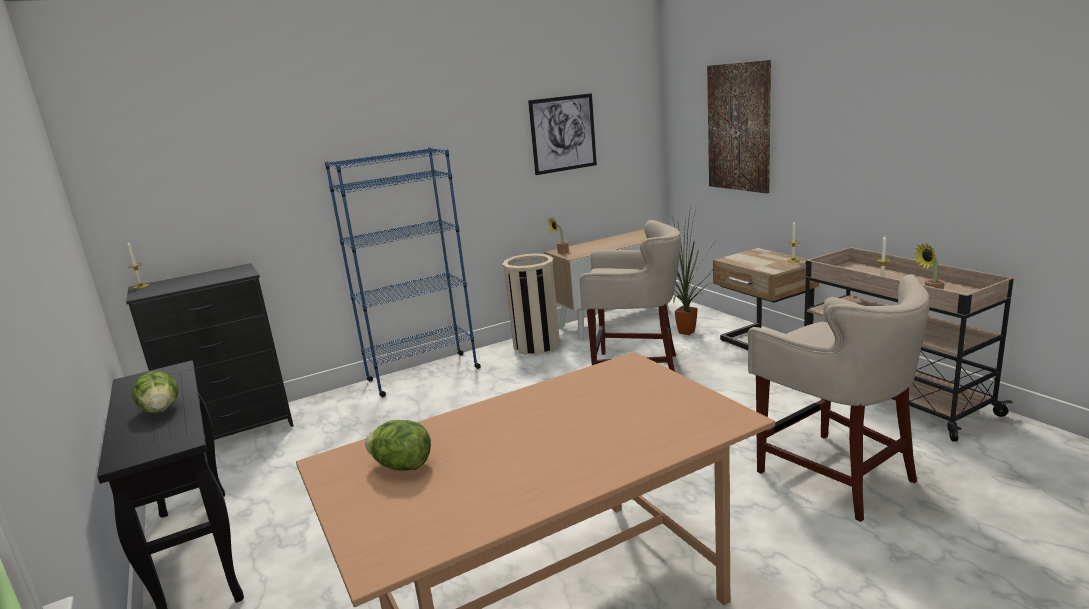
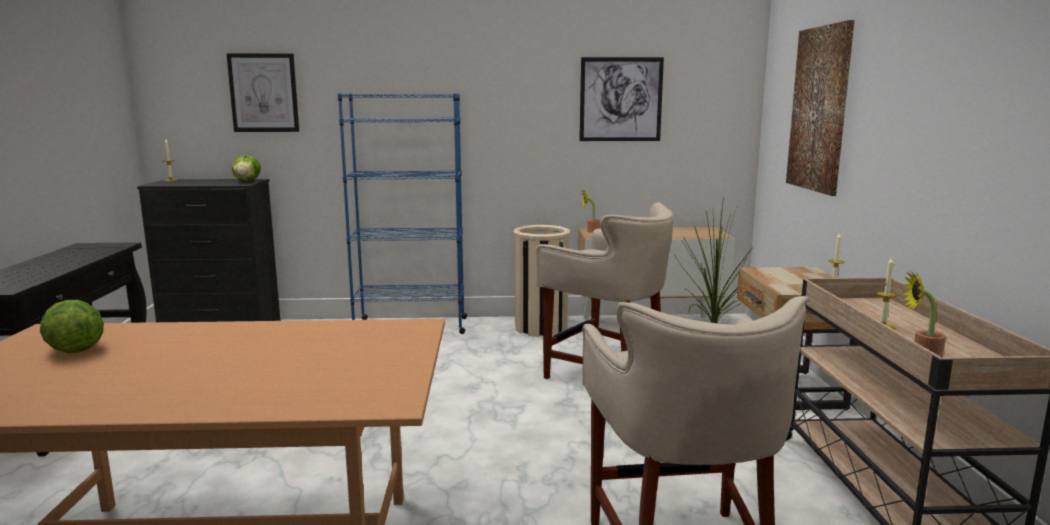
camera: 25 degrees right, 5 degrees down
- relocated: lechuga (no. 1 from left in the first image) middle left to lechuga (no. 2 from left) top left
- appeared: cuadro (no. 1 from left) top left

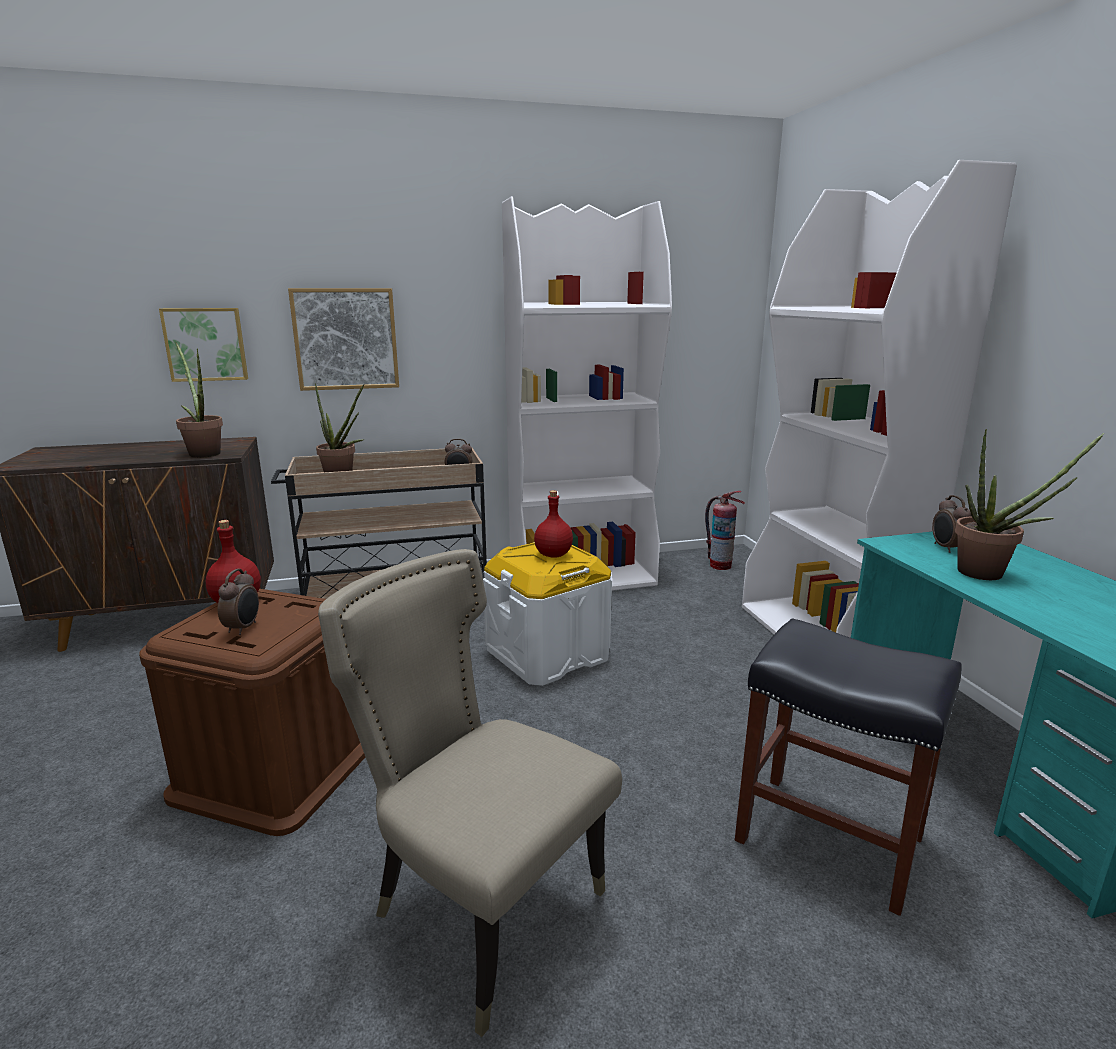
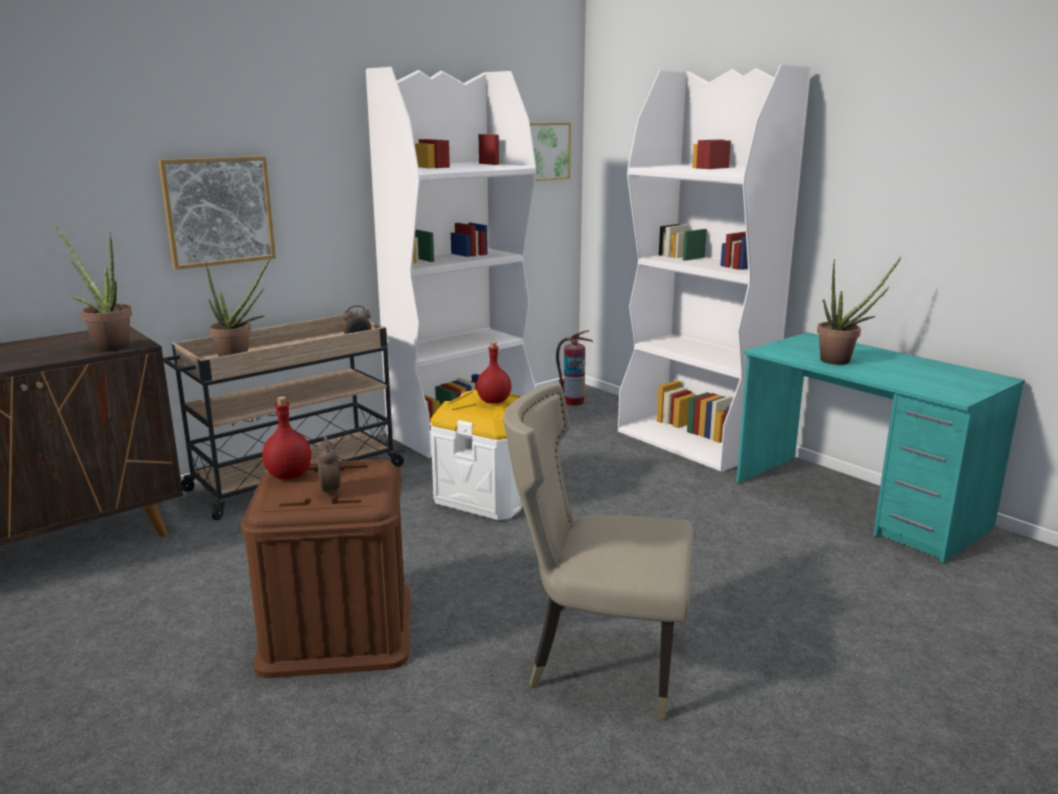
camera: 25 degrees left, 0 degrees up
- relocated: cuadro (no. 1 from left in the first image) top left to cuadro (no. 2 from left) top centre
- missing: taburete/negro bottom right
- missing: despertador (no. 3 from left) middle right

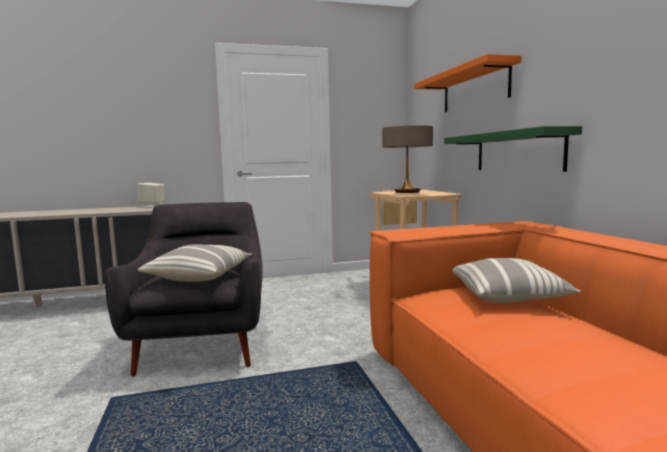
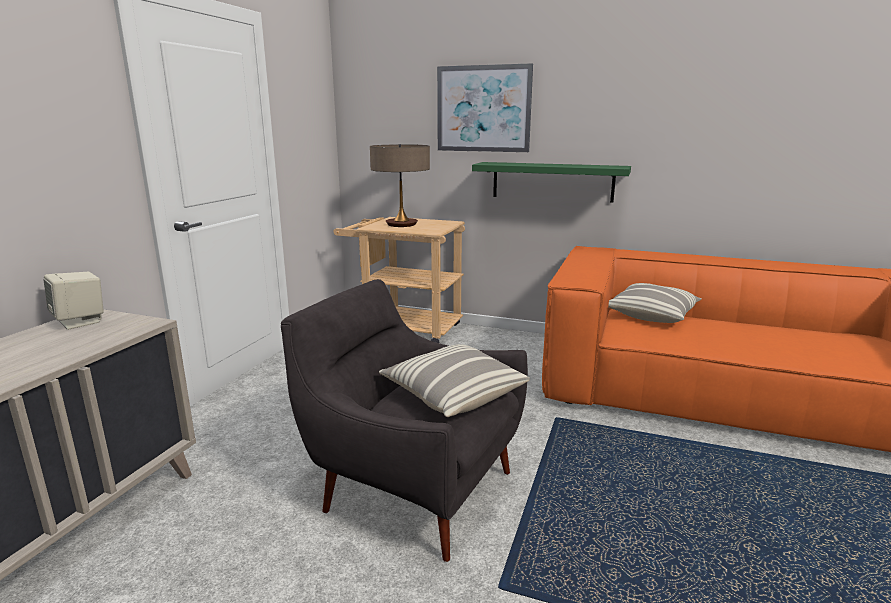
camera: 55 degrees left, 10 degrees up
- exchanged: estante/naranja top right to cuadro top centre

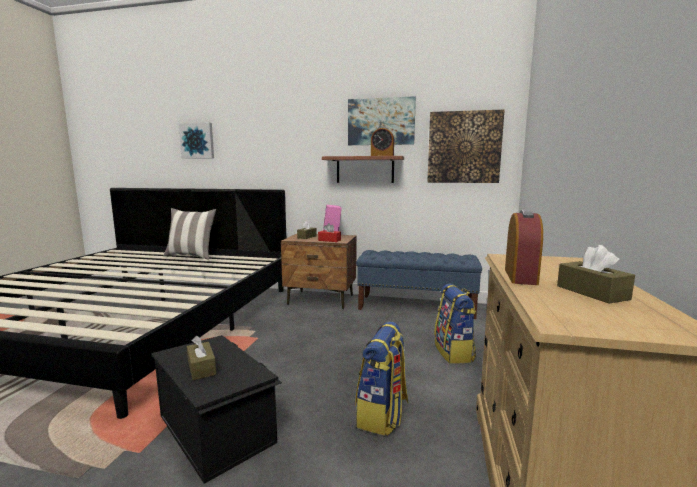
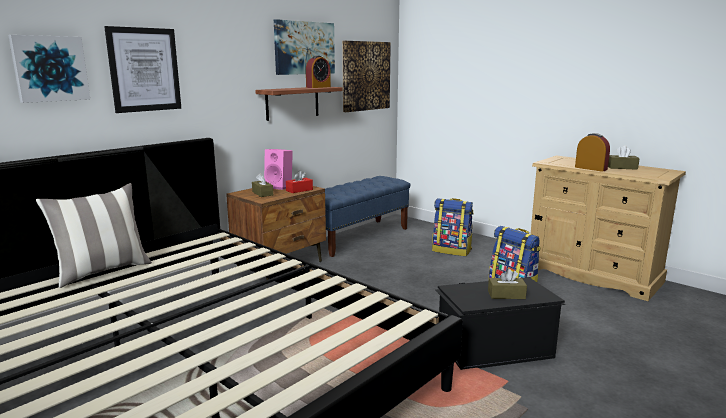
camera: 60 degrees left, 5 degrees up
- appeared: cuadro (no. 2 from left) top left

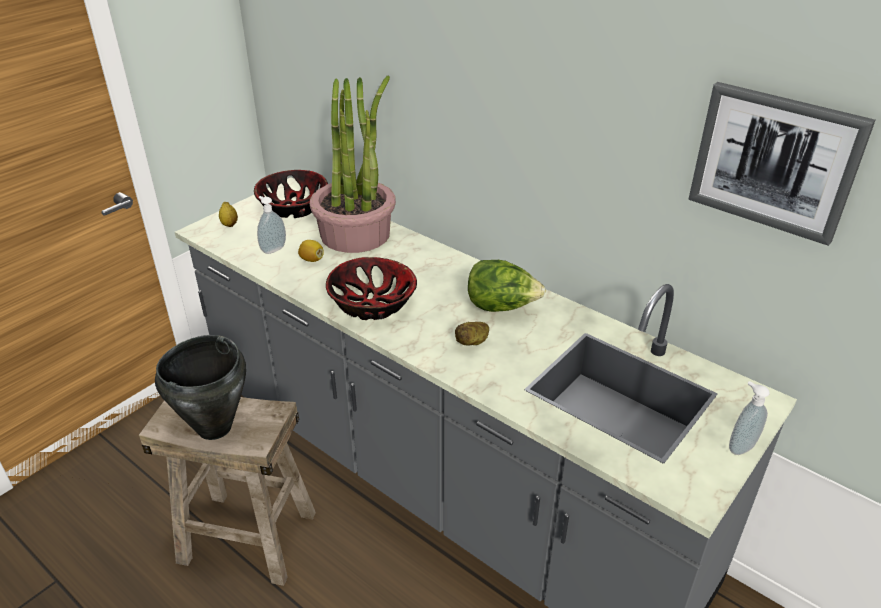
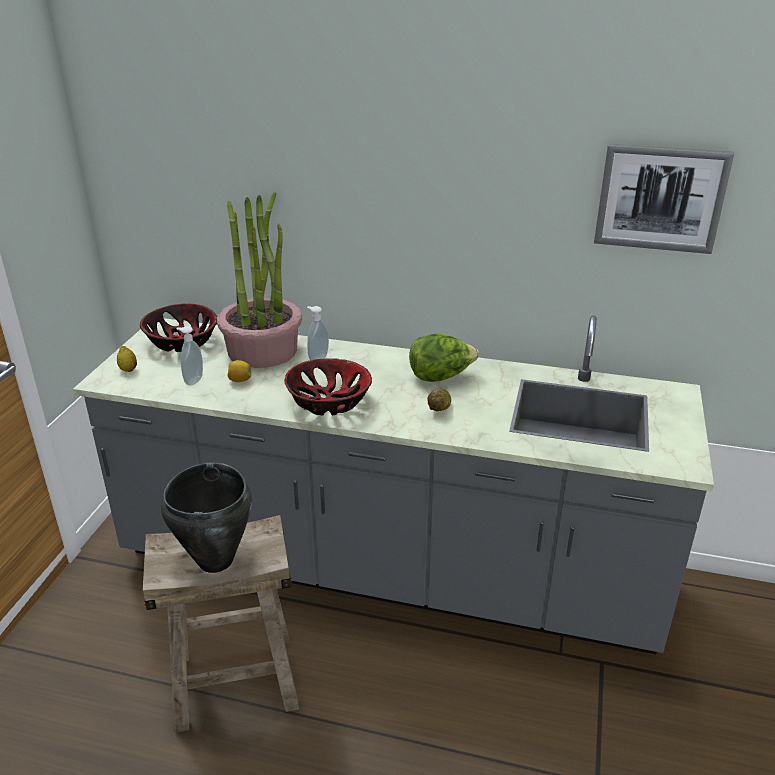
camera: 25 degrees left, 5 degrees down
- relocated: dispensador de jabón (no. 2 from left) bottom right to centre

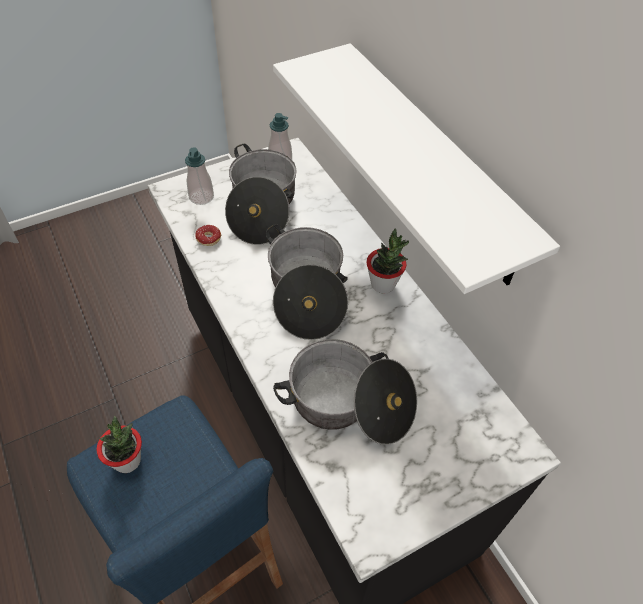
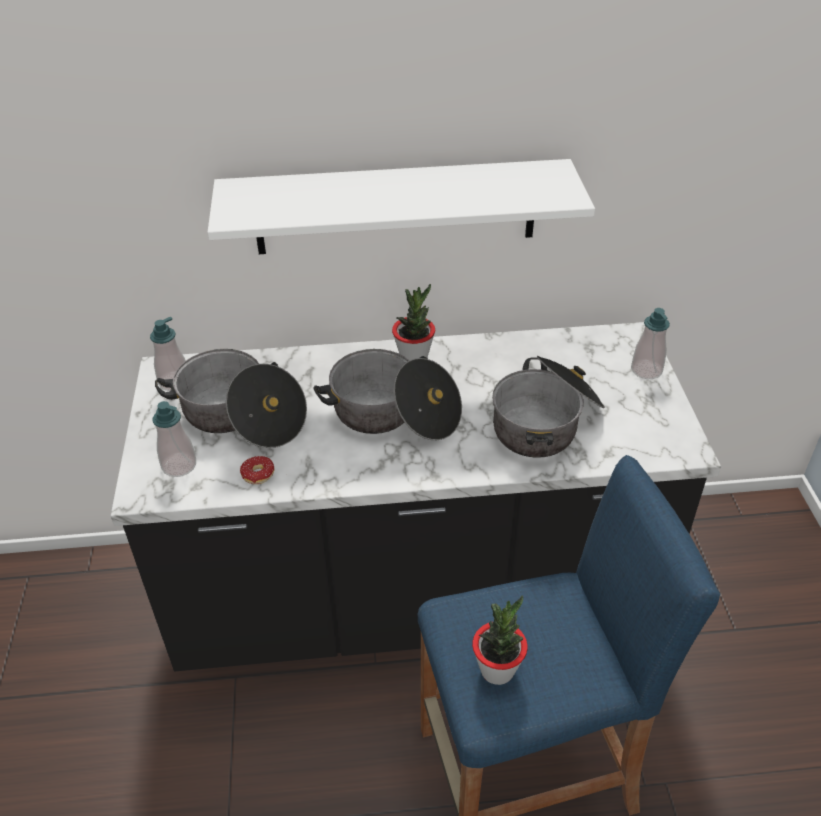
camera: 65 degrees left, 10 degrees down
- appeared: dispensador de jabón (no. 3 from left) middle right

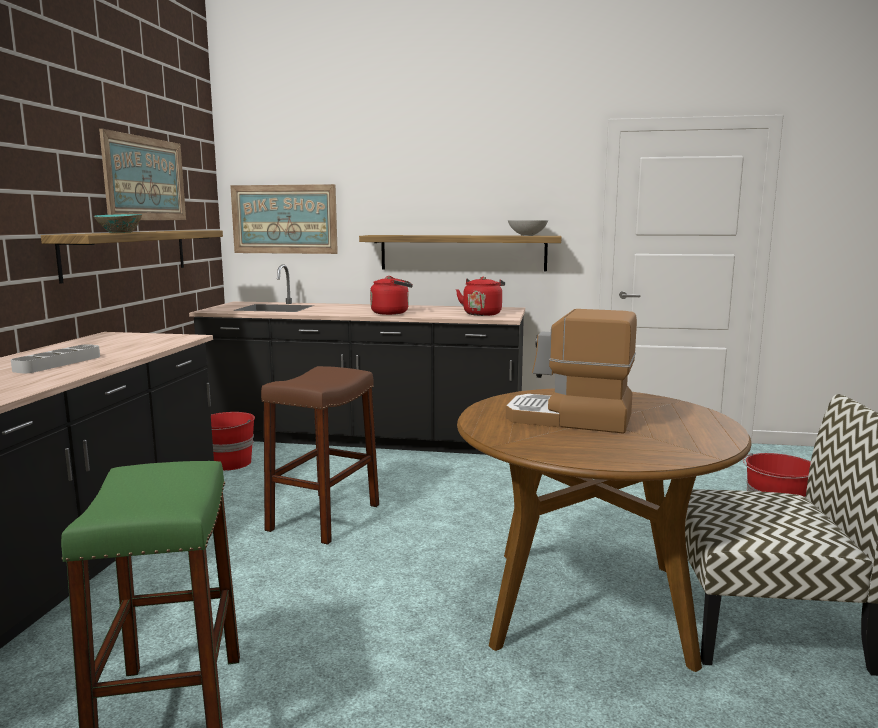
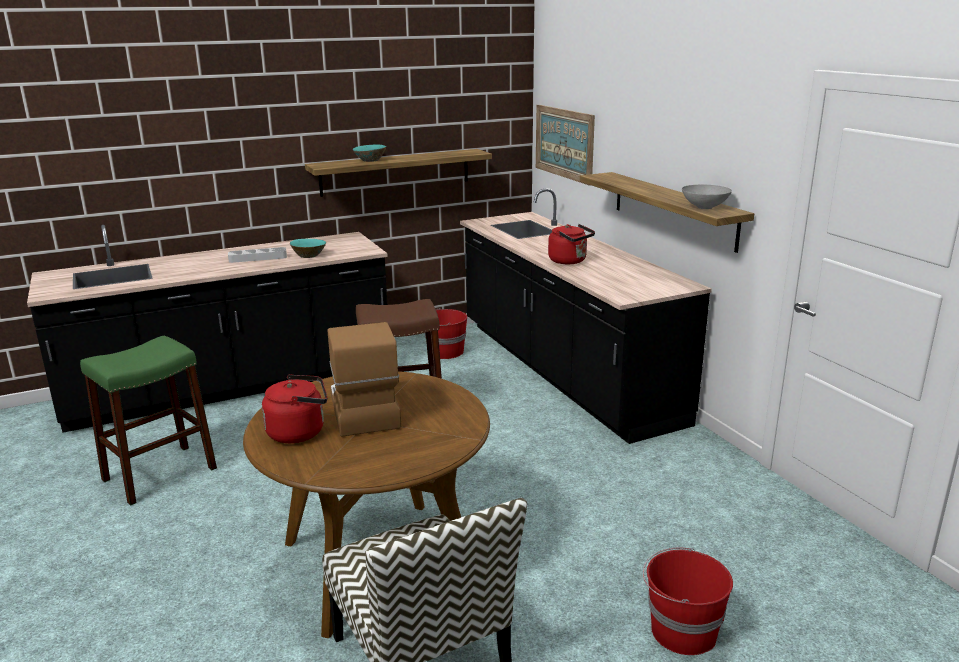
camera: 55 degrees right, 10 degrees up
- missing: cuadro (no. 1 from left) top left
- relocated: hervidor/rojo (no. 2 from left in the first image) centre to hervidor/rojo (no. 1 from left) middle left
- appeared: cuenco/turquesa (no. 1 from left) middle left

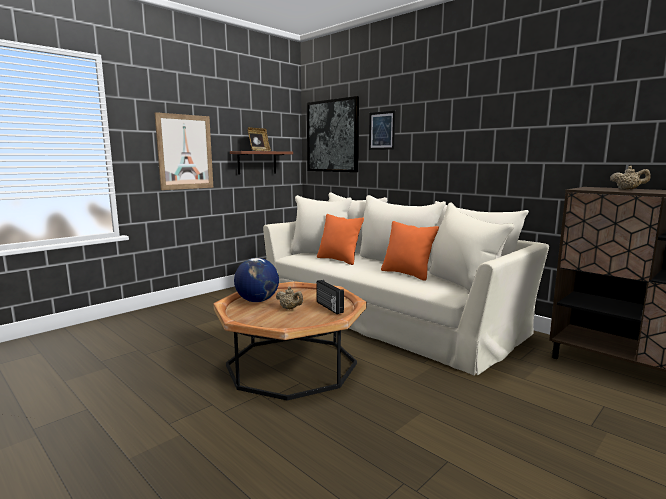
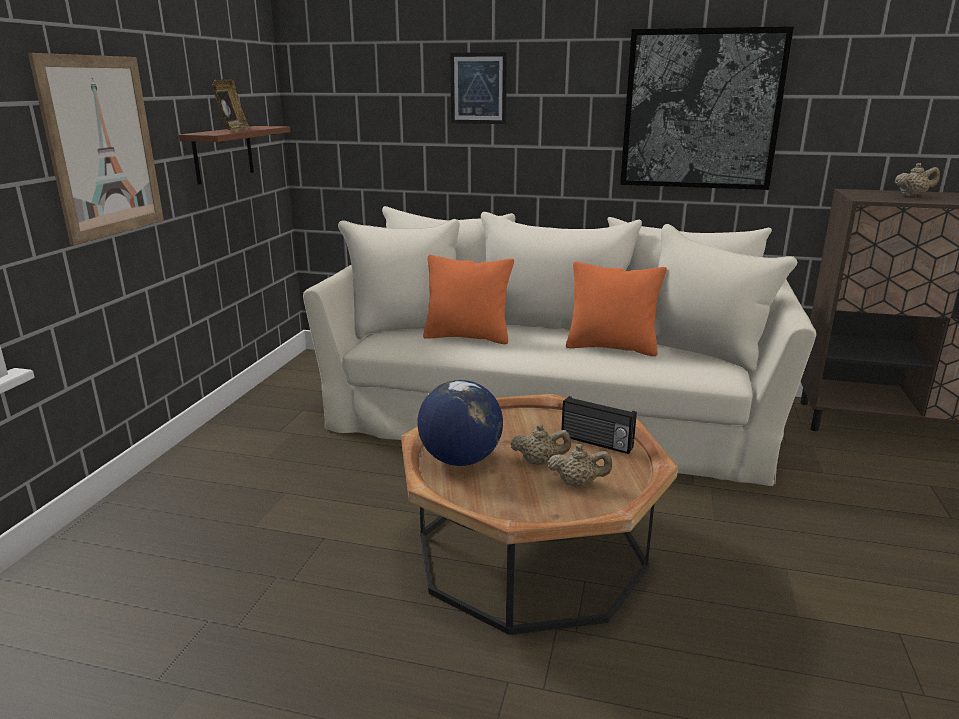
camera: 30 degrees left, 10 degrees up
- relocated: cuadro (no. 2 from left in the first image) top centre to cuadro (no. 3 from left) top right
- appeared: tetera/beis (no. 2 from left) centre

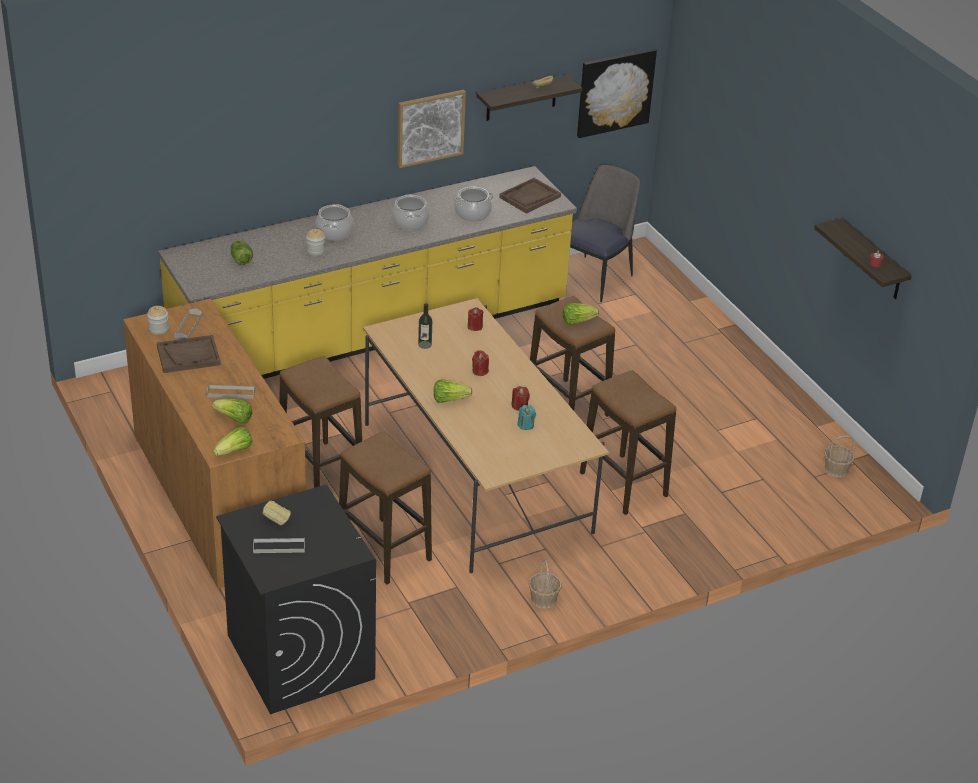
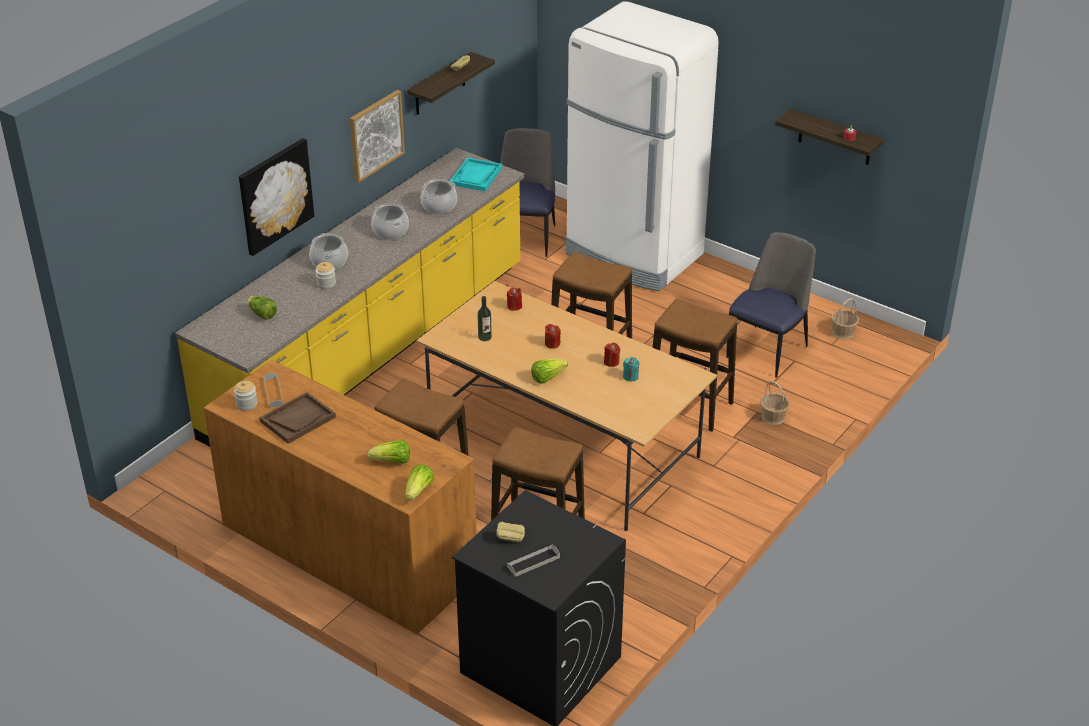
camera: 25 degrees left, 0 degrees up
- missing: bandeja/gris (no. 2 from left) middle left
- colour: bandeja/marrón (no. 2 from left) top centre to bandeja/turquesa top centre
- relocated: cesta (no. 1 from left) bottom centre to middle right
- missing: lechuga (no. 5 from left) centre
- relocated: cuadro (no. 2 from left in the first image) top centre to cuadro (no. 1 from left) top left
- appeared: nevera/blanco top centre
- appeared: silla (no. 2 from left) middle right

